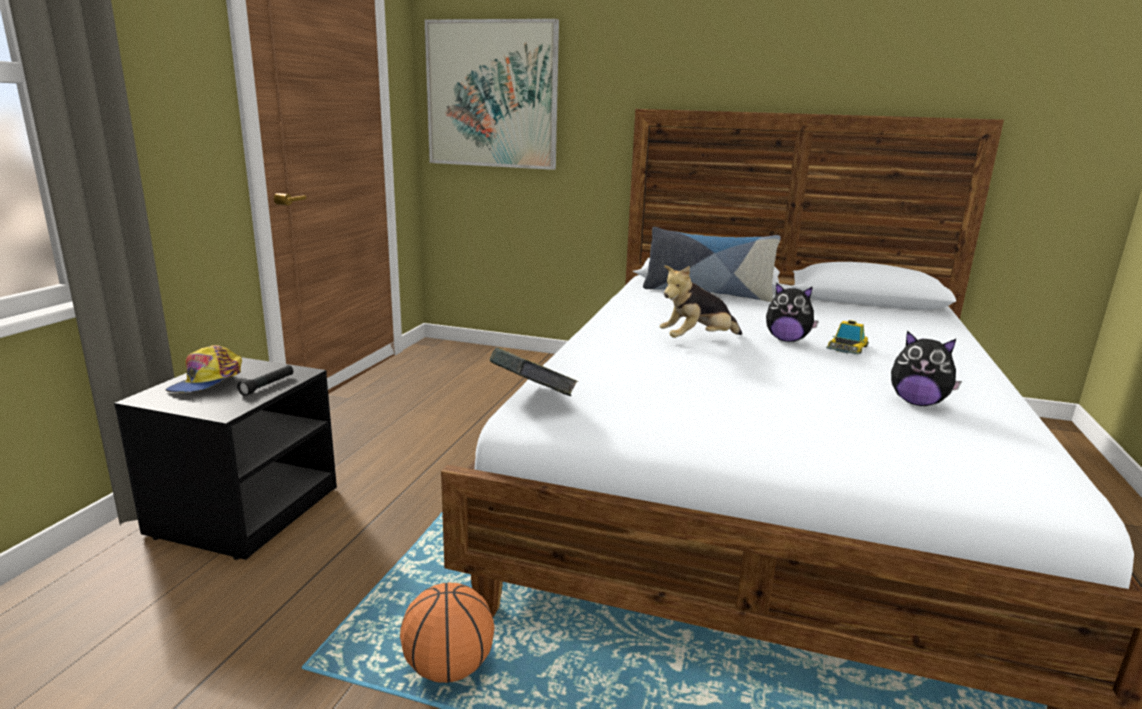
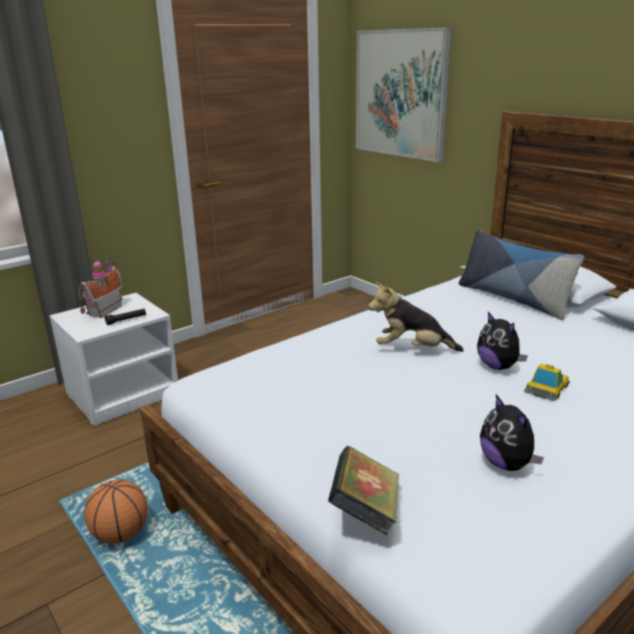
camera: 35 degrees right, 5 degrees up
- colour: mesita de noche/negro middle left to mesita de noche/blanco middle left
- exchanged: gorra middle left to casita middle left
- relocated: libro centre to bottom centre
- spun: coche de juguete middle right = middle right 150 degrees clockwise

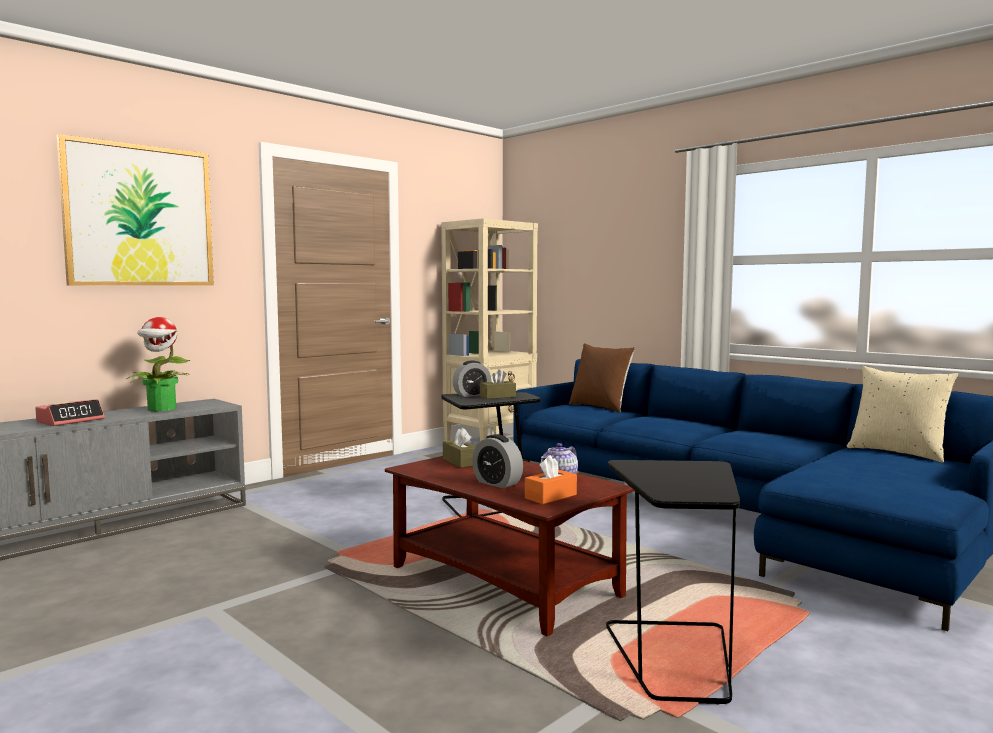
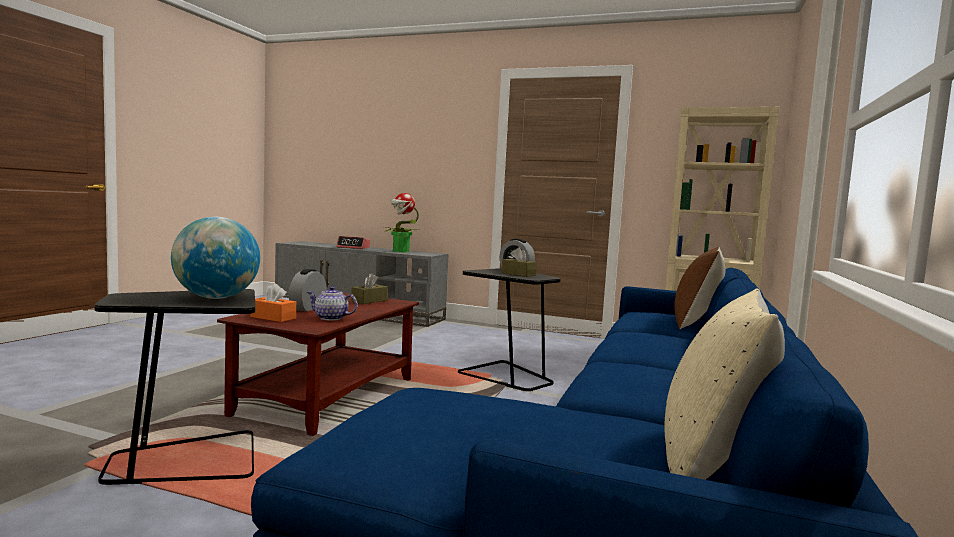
camera: 65 degrees right, 0 degrees up
- missing: cuadro top left
- appeared: globo terráqueo middle left

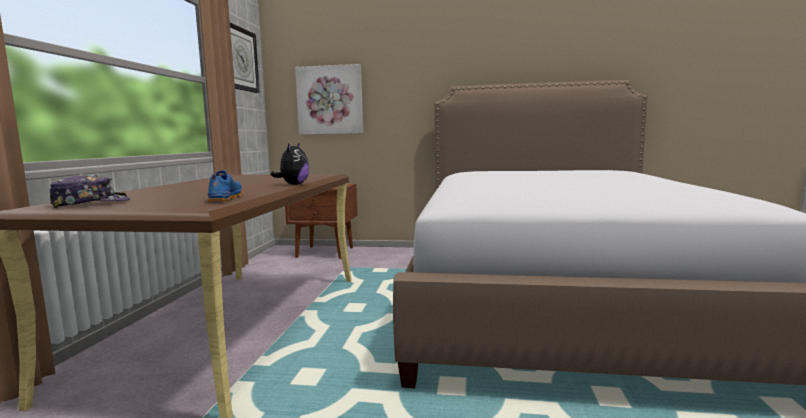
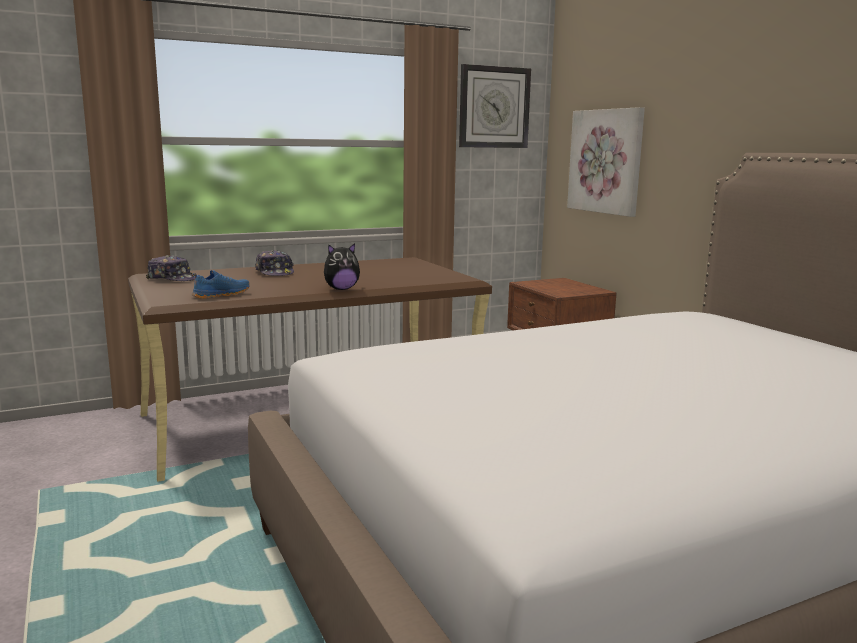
camera: 55 degrees right, 5 degrees up
- appeared: gorra (no. 2 from left) middle left

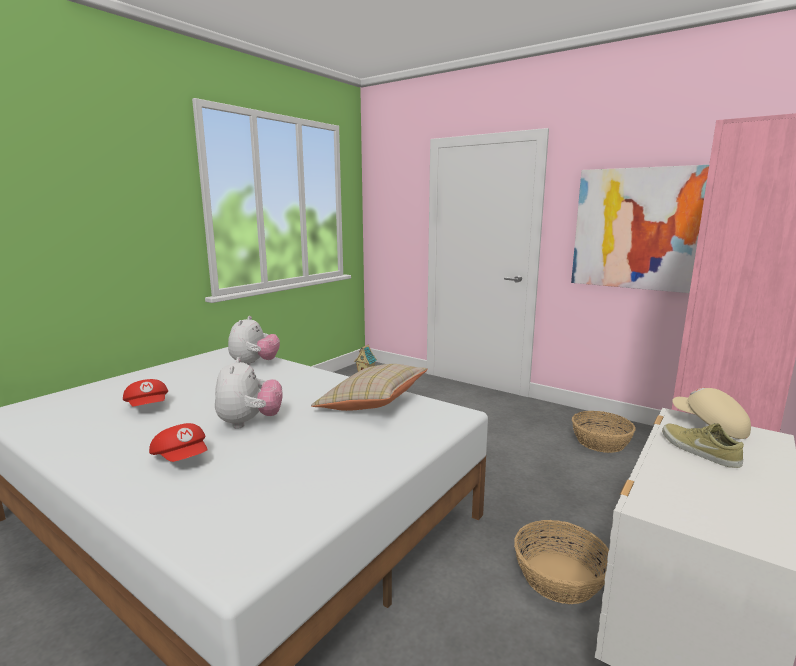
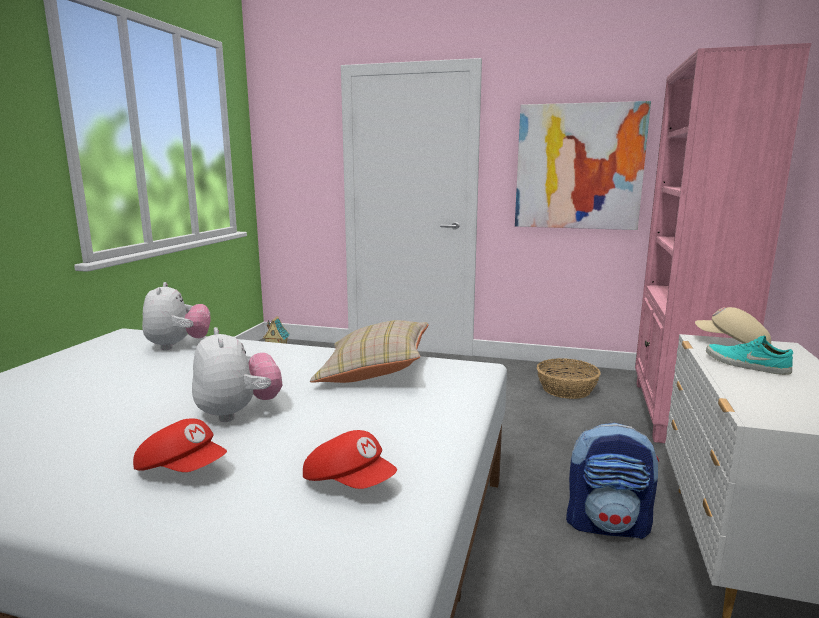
camera: 20 degrees left, 0 degrees up
- relocated: gorra/rojo (no. 1 from left in the first image) middle left to gorra/rojo (no. 2 from left) bottom centre
- exchanged: cesta (no. 1 from left) bottom right to mochila bottom right
- colour: zapato/beis bottom right to zapato/turquesa middle right

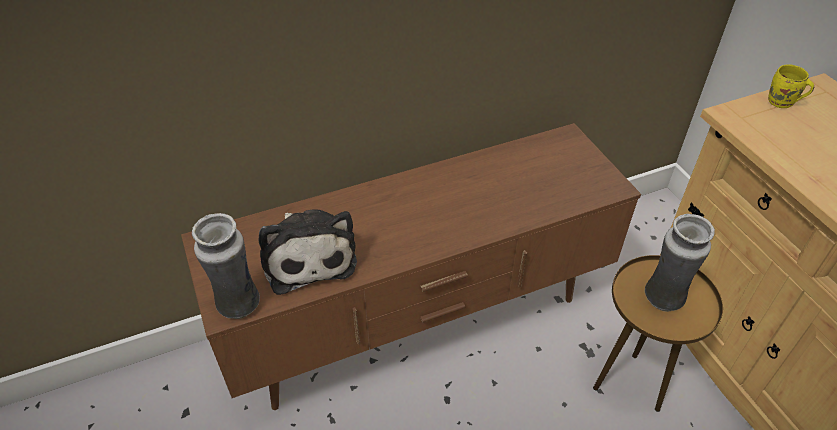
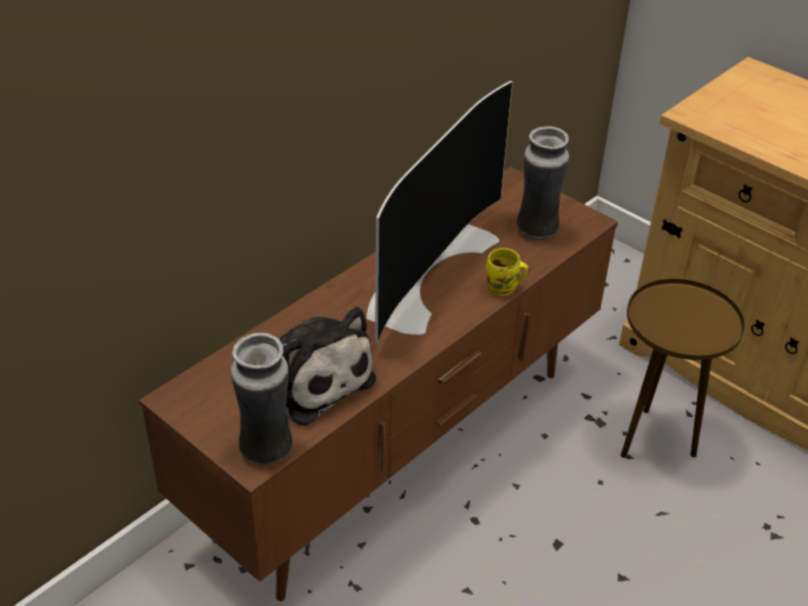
camera: 25 degrees left, 5 degrees down
- relocated: florero (no. 2 from left) middle right to top right
- relocated: taza grande/amarillo top right to centre
- appeared: televisor centre

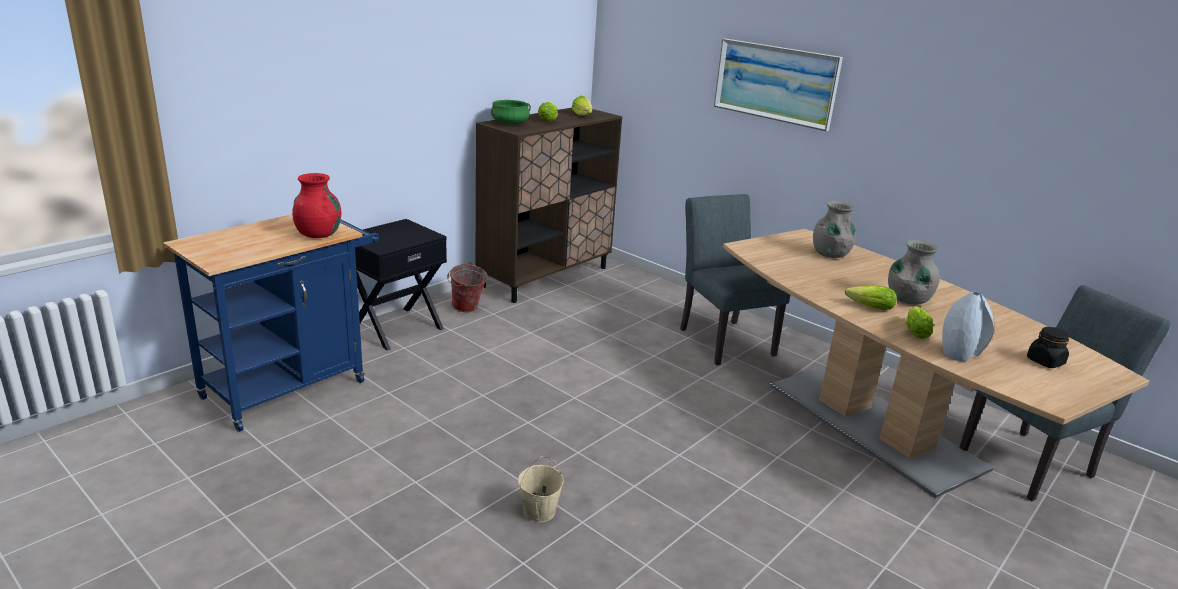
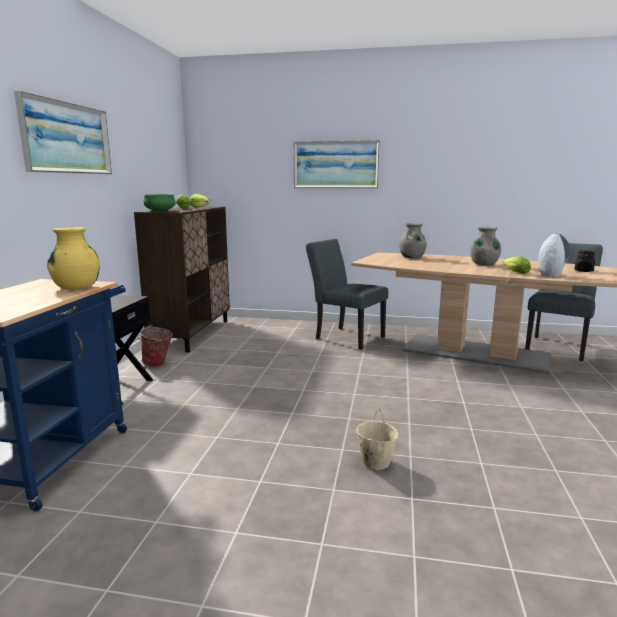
camera: 30 degrees left, 10 degrees down
- colour: florero/rojo middle left to florero/amarillo middle left
- missing: lechuga (no. 3 from left) middle right
- appeared: cuadro (no. 1 from left) top left

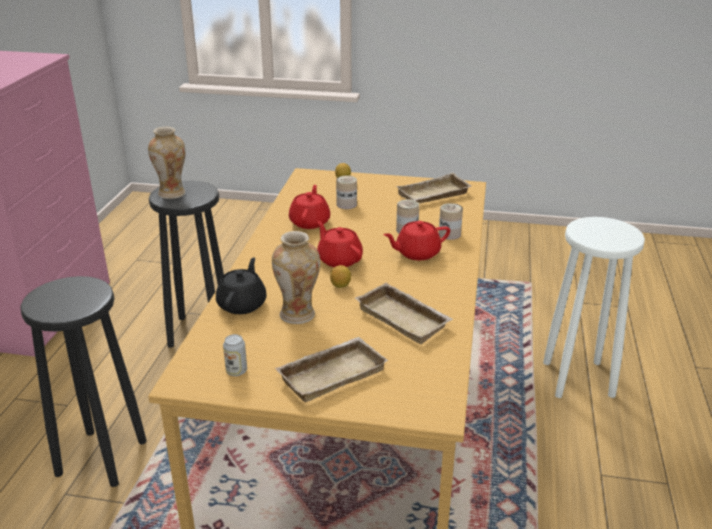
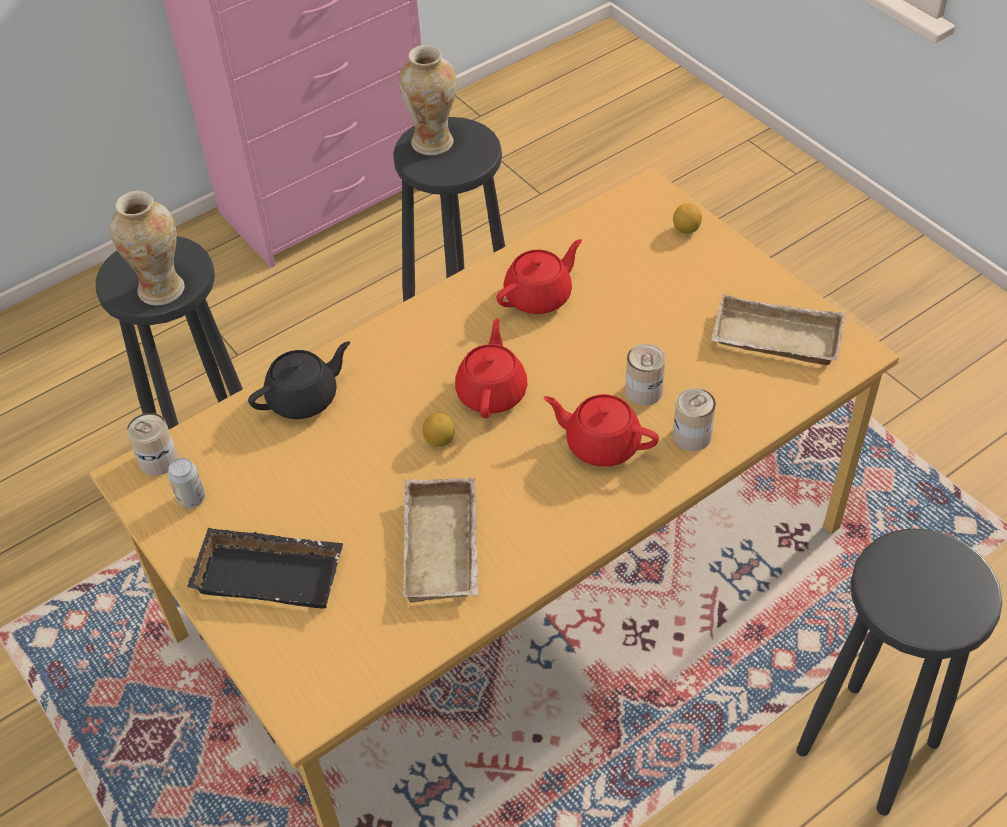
camera: 45 degrees right, 20 degrees up
- relocated: florero (no. 2 from left in the first image) centre to florero (no. 1 from left) top left
- colour: bandeja/beis (no. 1 from left) bottom centre to bandeja/negro bottom left
- relocated: lata (no. 2 from left in the first image) centre to lata (no. 1 from left) middle left
- colour: taburete/blanco middle right to taburete/negro (no. 3 from left) bottom right

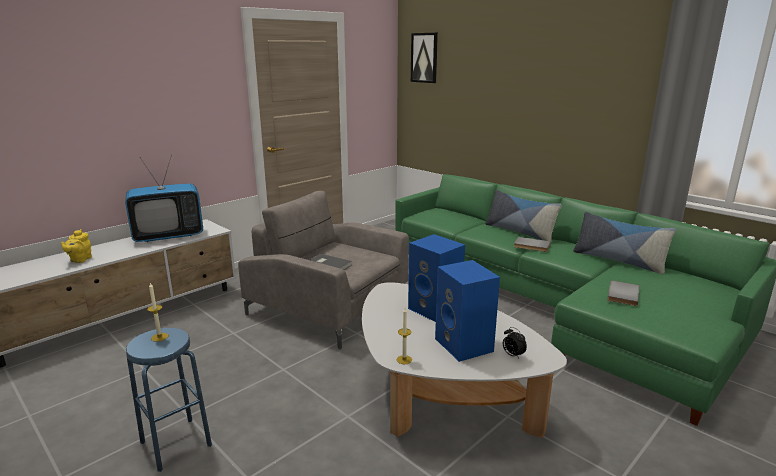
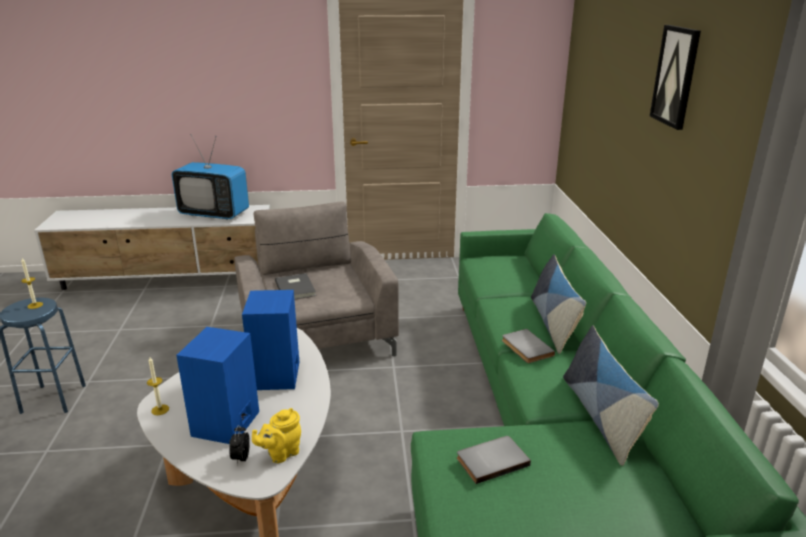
camera: 40 degrees right, 5 degrees up
- relocated: tetera/amarillo middle left to bottom centre
- relocated: cuadro top centre to top right

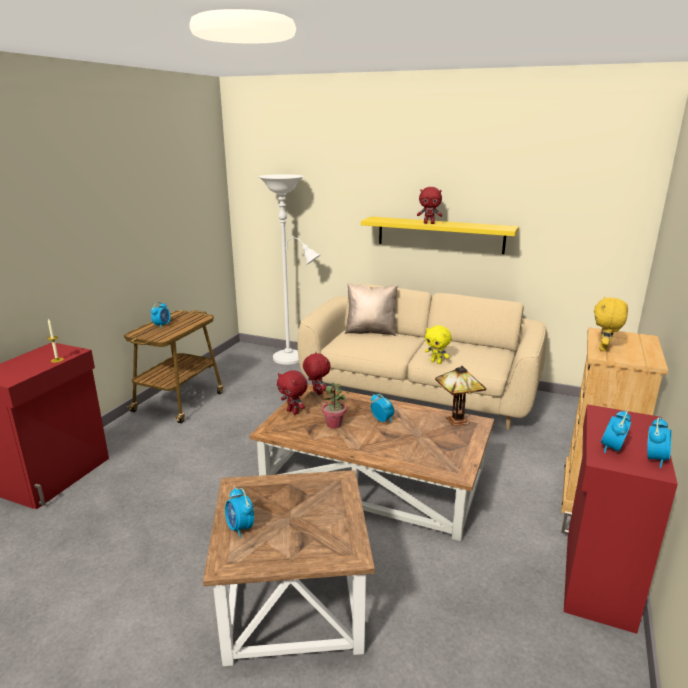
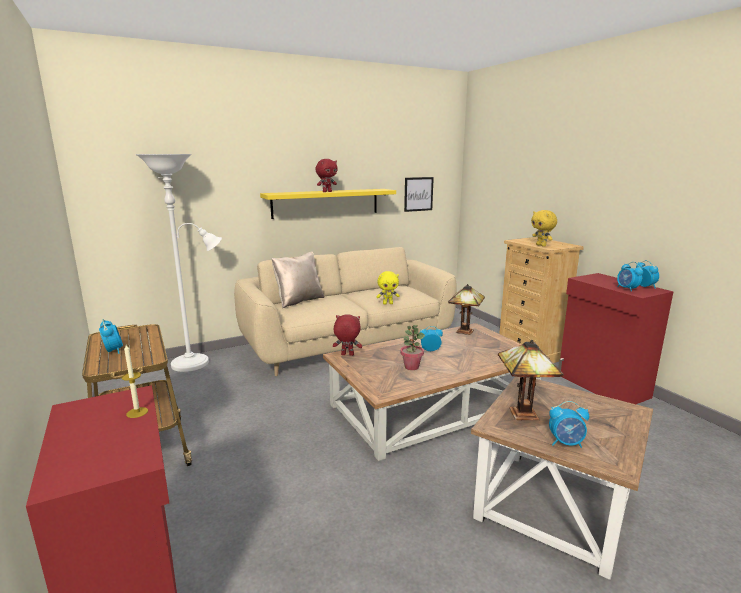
camera: 50 degrees left, 5 degrees down
- missing: peluche/rojo (no. 1 from left) centre
- appeared: cuadro top centre
- appeared: lámpara de mesa (no. 2 from left) middle right

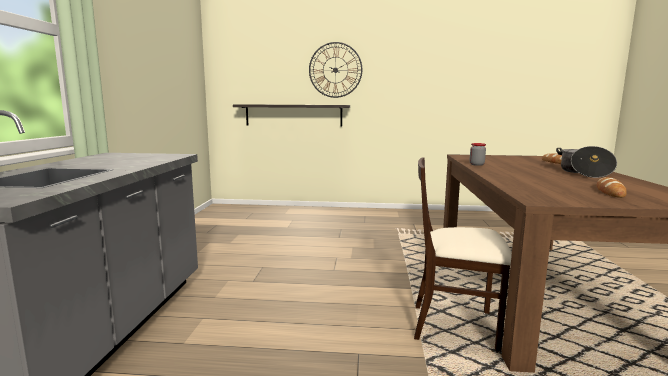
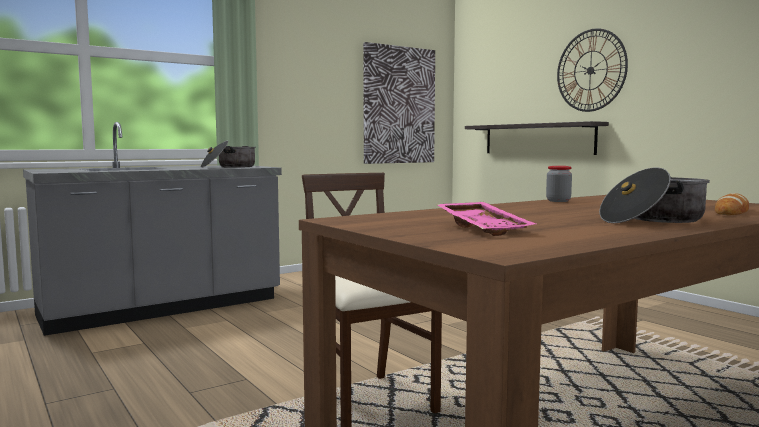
camera: 50 degrees right, 5 degrees down
- exchanged: pan (no. 2 from left) middle right to bandeja/rosa centre
- appeared: olla (no. 1 from left) middle left
- appeared: cuadro top centre

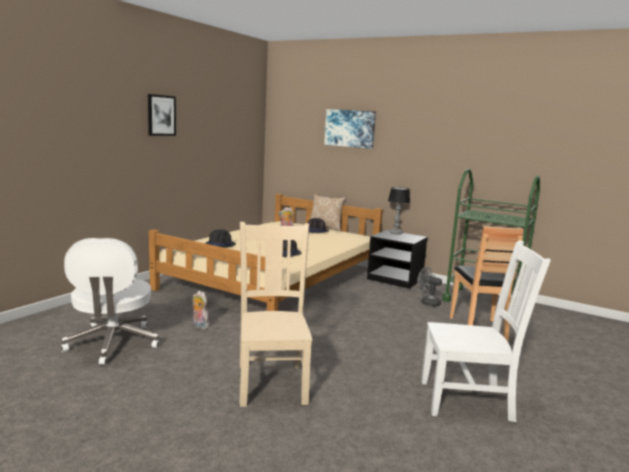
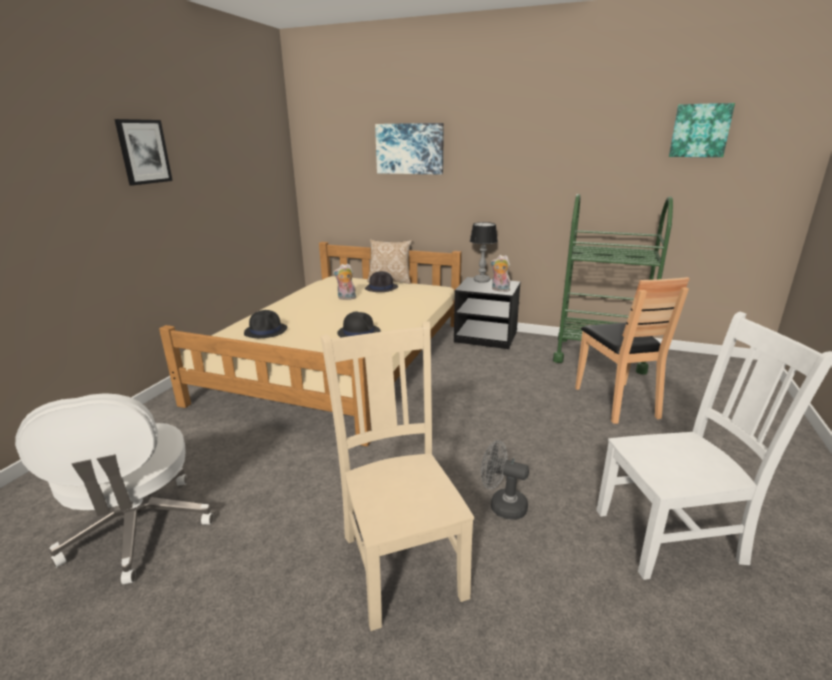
camera: 10 degrees left, 10 degrees up
- relocated: peluche (no. 1 from left in the first image) middle left to peluche (no. 2 from left) centre
- relocated: ventilador/gris middle right to bottom centre
- appeared: cuadro (no. 3 from left) top right

